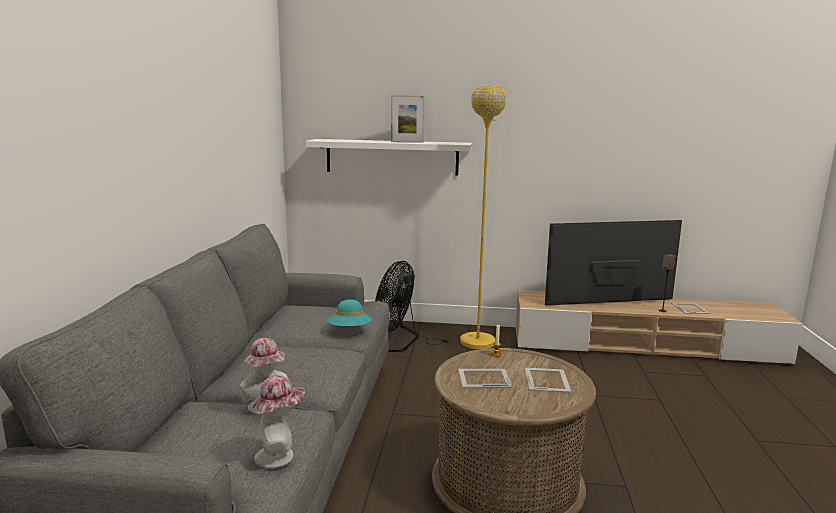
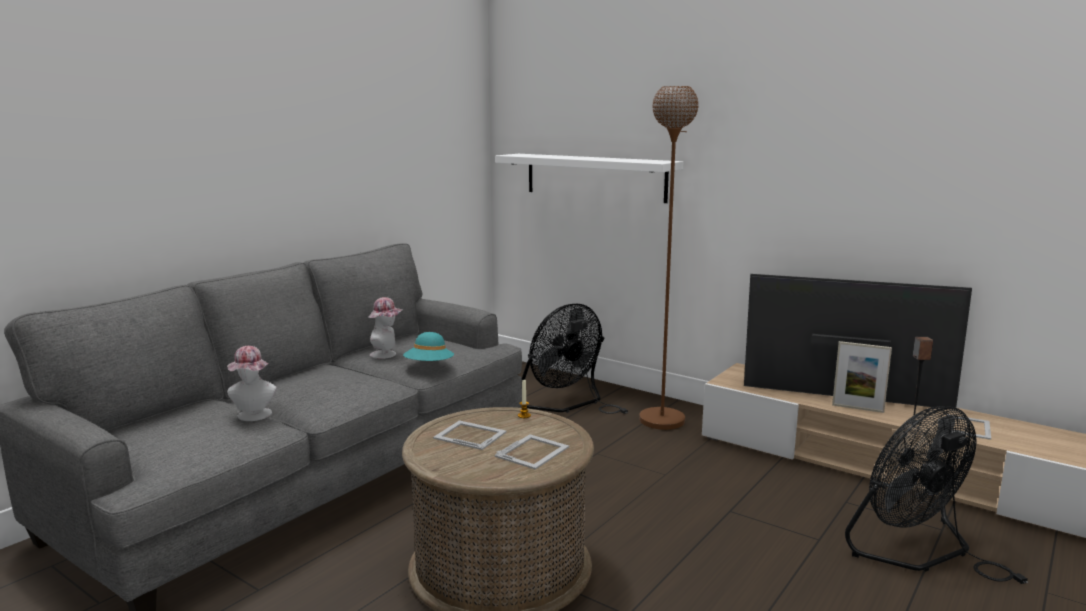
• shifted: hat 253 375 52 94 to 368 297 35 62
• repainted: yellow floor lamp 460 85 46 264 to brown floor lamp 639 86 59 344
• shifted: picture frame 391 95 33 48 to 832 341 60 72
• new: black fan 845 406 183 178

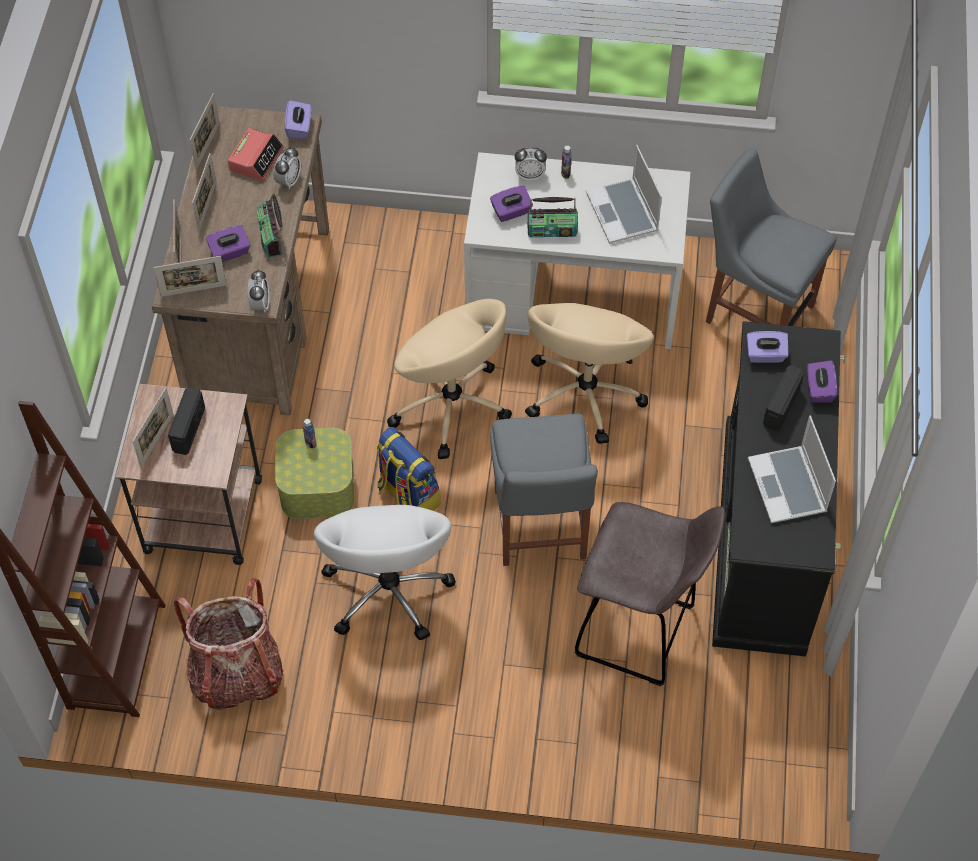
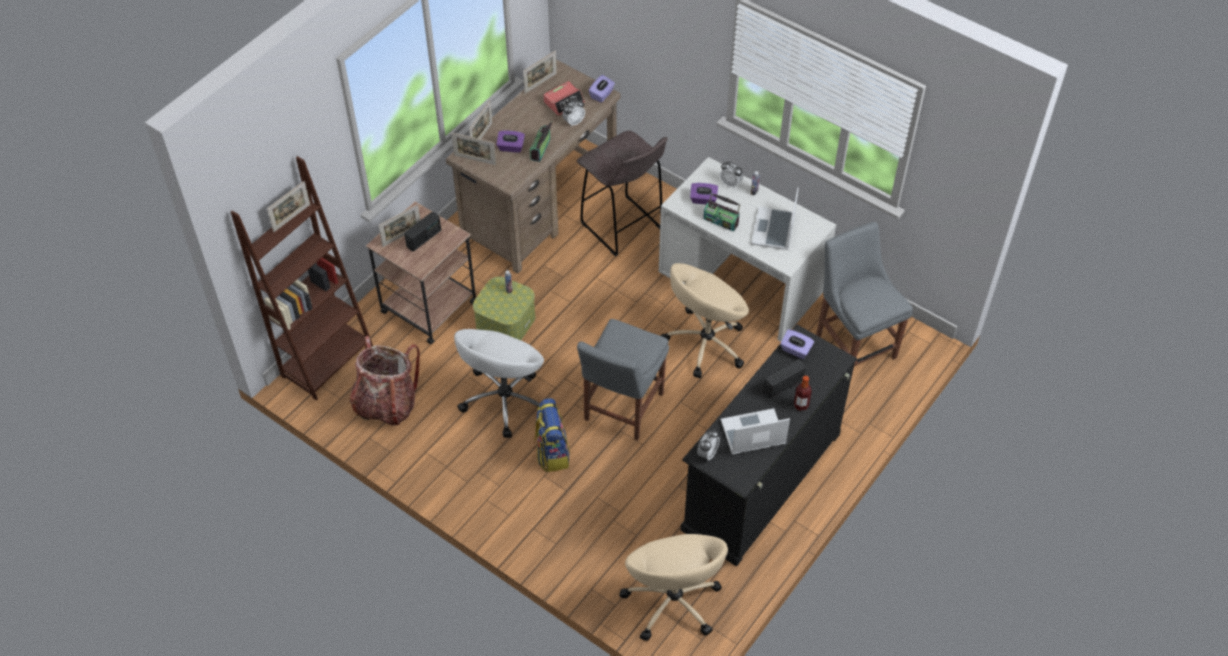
• shifted: picture frame 192 153 24 79 to 267 181 43 51
• shifted: backpack 377 427 63 84 to 534 398 36 74
• shifted: grey stool 575 502 151 184 to 577 131 91 126
• shifted: beige office chair 387 299 125 160 to 619 534 109 107
• shifted: alarm clock 248 269 21 43 to 697 429 23 31
• rotated: laptop 748 416 88 107 = 721 408 69 47 60 degrees clockwise
• new: bottle 794 376 18 35
• gone: purple tissue box 807 360 30 43

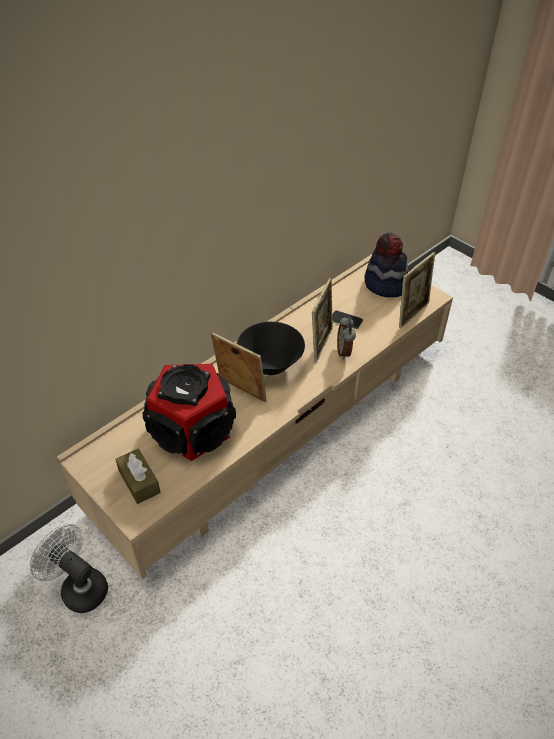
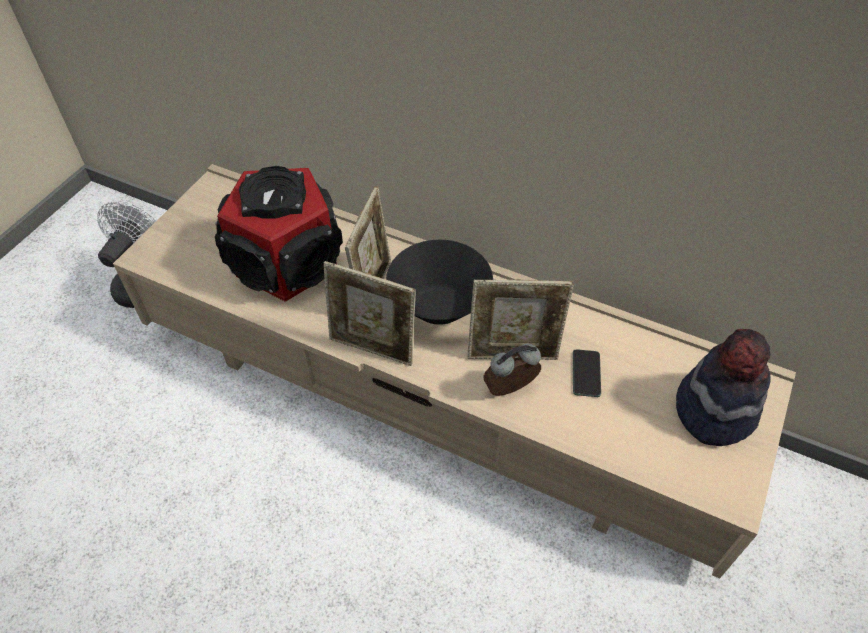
• shifted: picture frame 399 252 36 76 to 323 261 93 105
• gone: brown tissue box 115 449 46 55

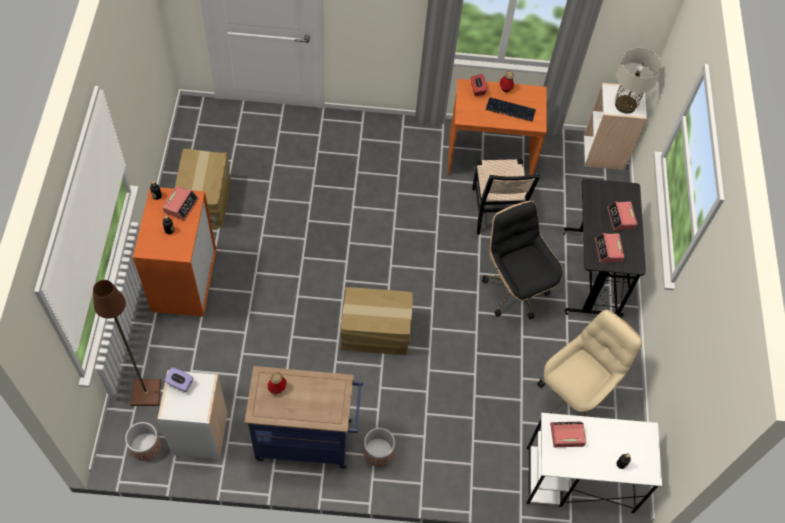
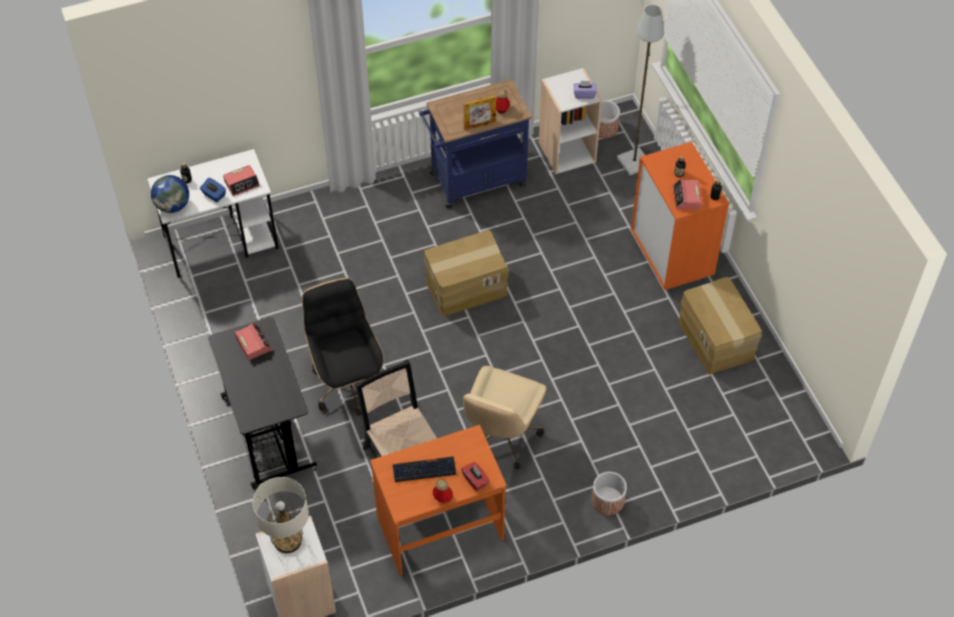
• new: globe 151 175 38 38
• new: blue tissue box 200 178 26 24
• rotated: black office chair 482 201 81 118 = 302 278 82 138 150 degrees counterclockwise
• shifted: beige office chair 537 310 105 107 to 463 366 83 104
• new: picture frame 464 95 32 35
• shifted: planter 363 428 32 38 to 592 472 35 43
• repainted: brown floor lamp 93 280 68 126 to grey floor lamp 617 5 47 170
• gone: alarm clock 607 201 30 30

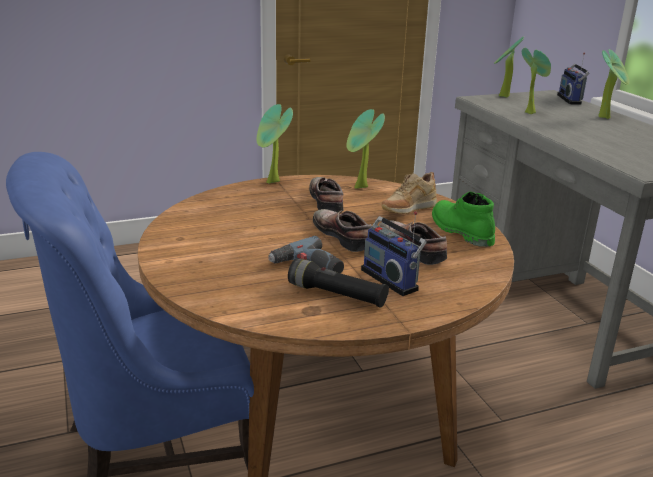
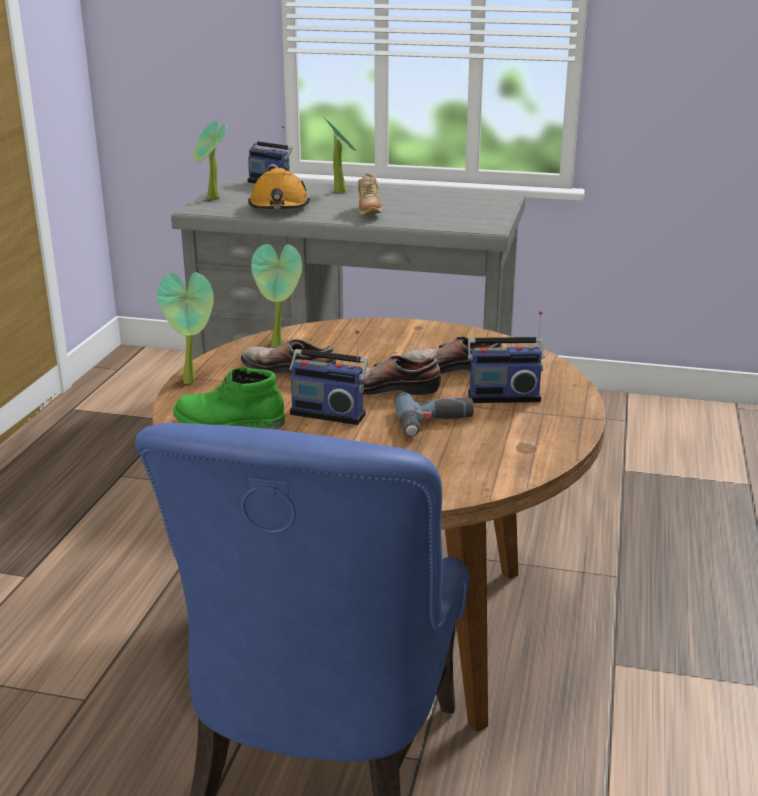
• shifted: green boot 432 192 63 55 to 173 367 112 62
• swapped: potted plant 522 48 29 66 to orange hard hat 248 168 62 41
• new: radio 289 330 79 95
• shifted: beige shoe 382 172 55 42 to 358 173 24 43
• gone: black flashlight 288 259 101 49

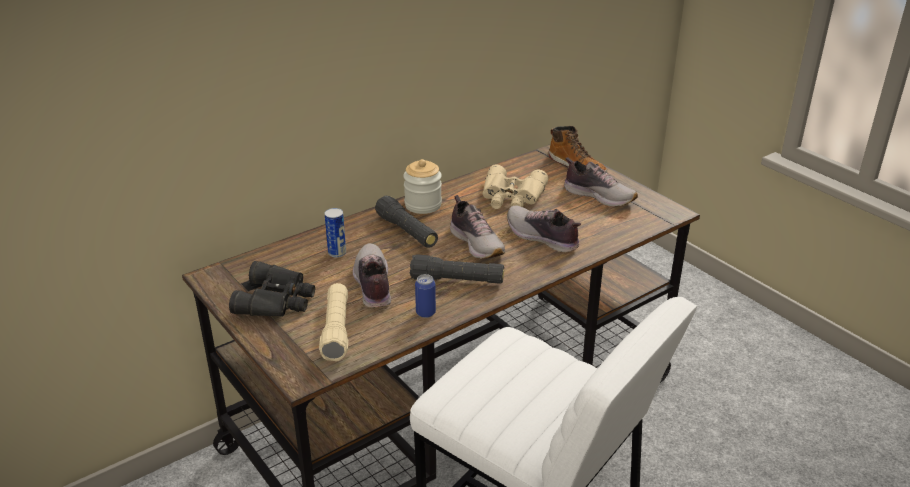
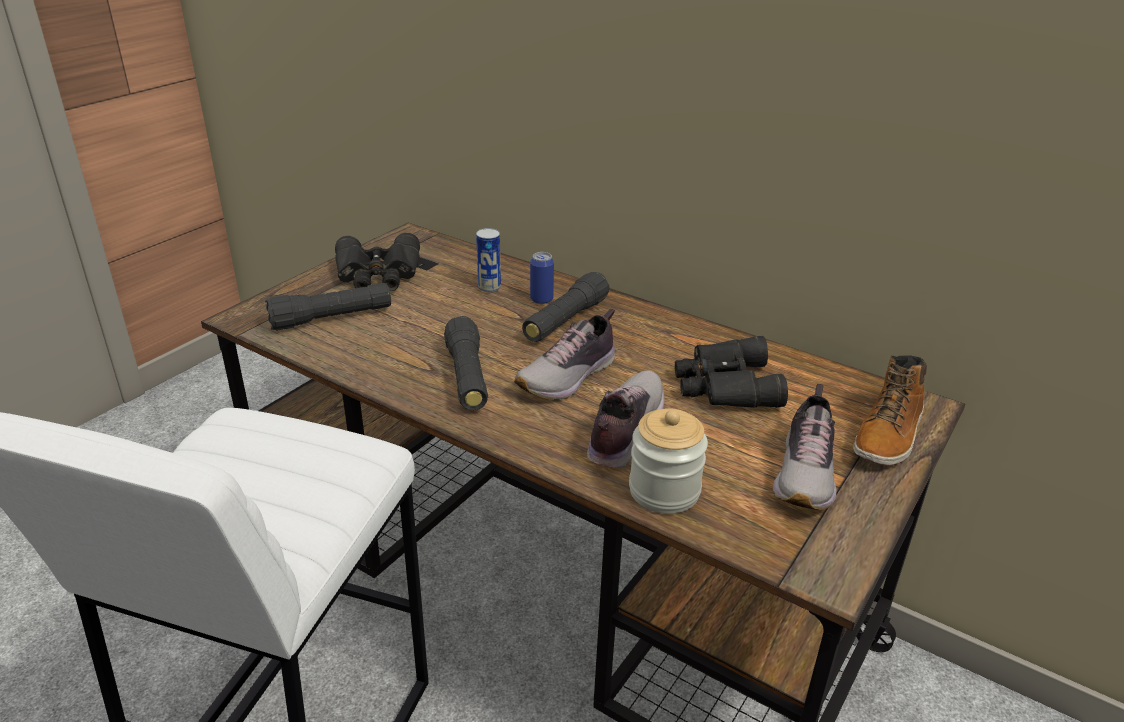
• repainted: beige flashlight 319 283 29 78 to black flashlight 265 283 126 47
• shifted: can 415 274 21 44 to 530 252 24 52
• shifted: jar 403 159 39 55 to 629 408 79 106
• repainted: beige binoculars 483 165 65 44 to black binoculars 675 336 113 72
• gone: shoe 353 243 38 65

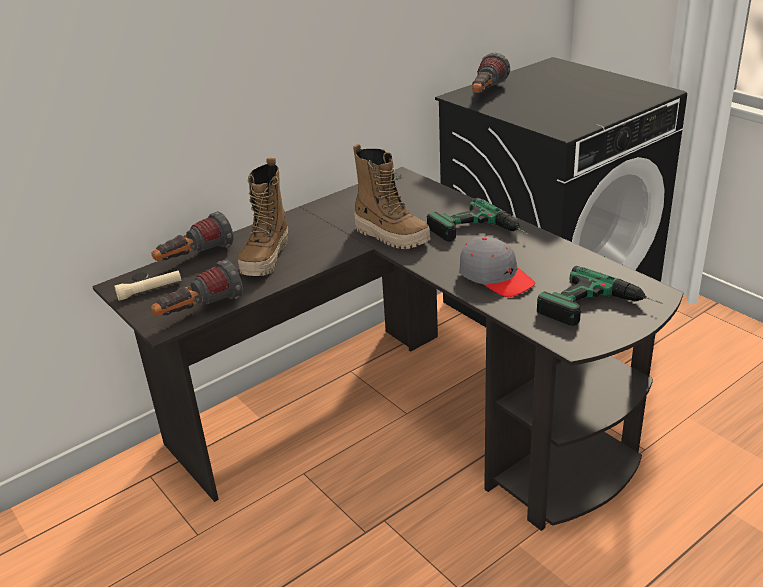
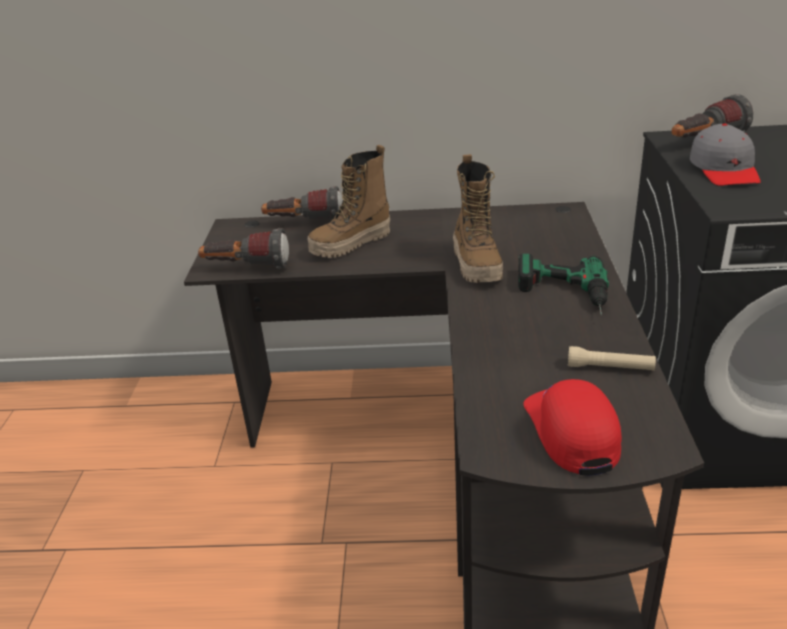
• swapped: power drill 537 266 126 60 to red cap 523 379 99 96
• shifted: beige flashlight 114 270 67 31 to 568 346 88 25
• shifted: grey cap 460 236 75 61 to 690 124 71 62

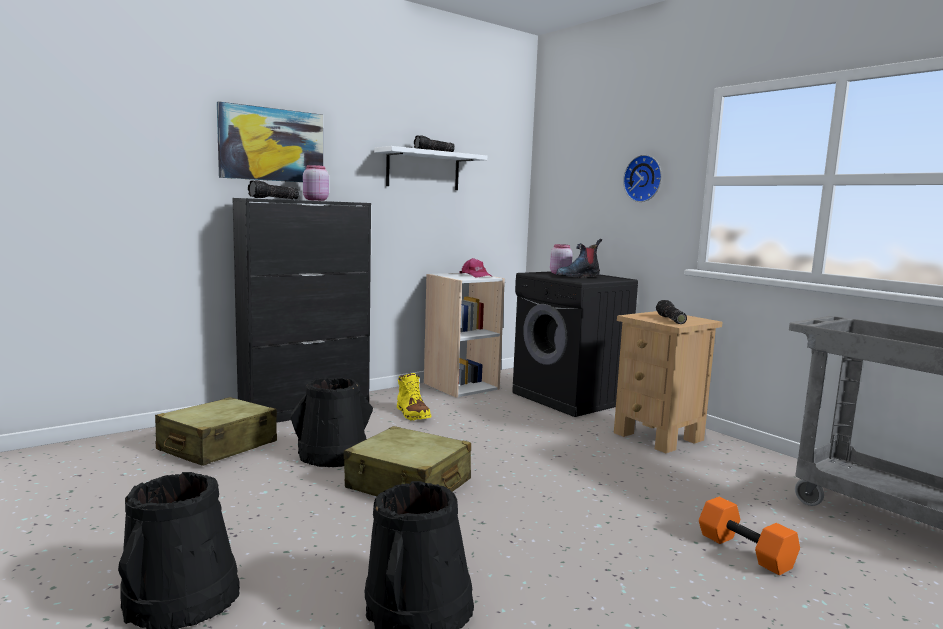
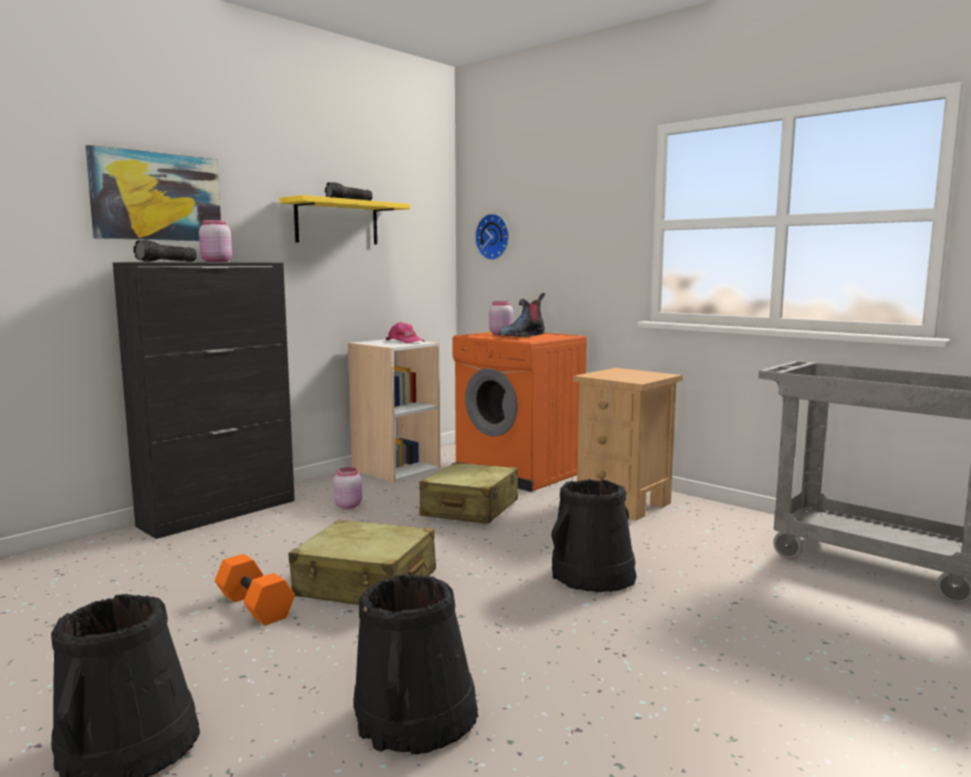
• shifted: orange dumbbell 699 497 101 78 to 215 554 80 71
• repainted: white shelf 374 146 113 44 to yellow shelf 279 195 131 50
• swapped: yellow boot 397 373 34 47 to pink jar 333 467 29 42
• shifted: beige suitcase 155 397 122 69 to 419 462 99 62
• repainted: black washing machine 512 271 126 146 to orange washing machine 452 332 135 160
• shifted: wall clock 623 155 39 47 to 475 214 34 46
• shifted: black bucket 291 377 82 90 to 551 479 86 113
• gone: flashlight 656 300 31 24

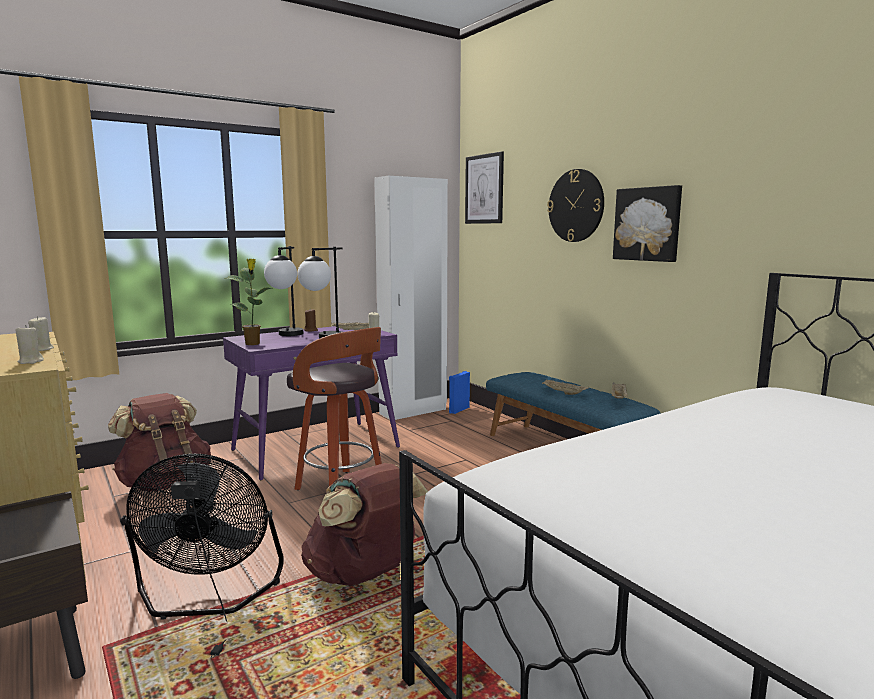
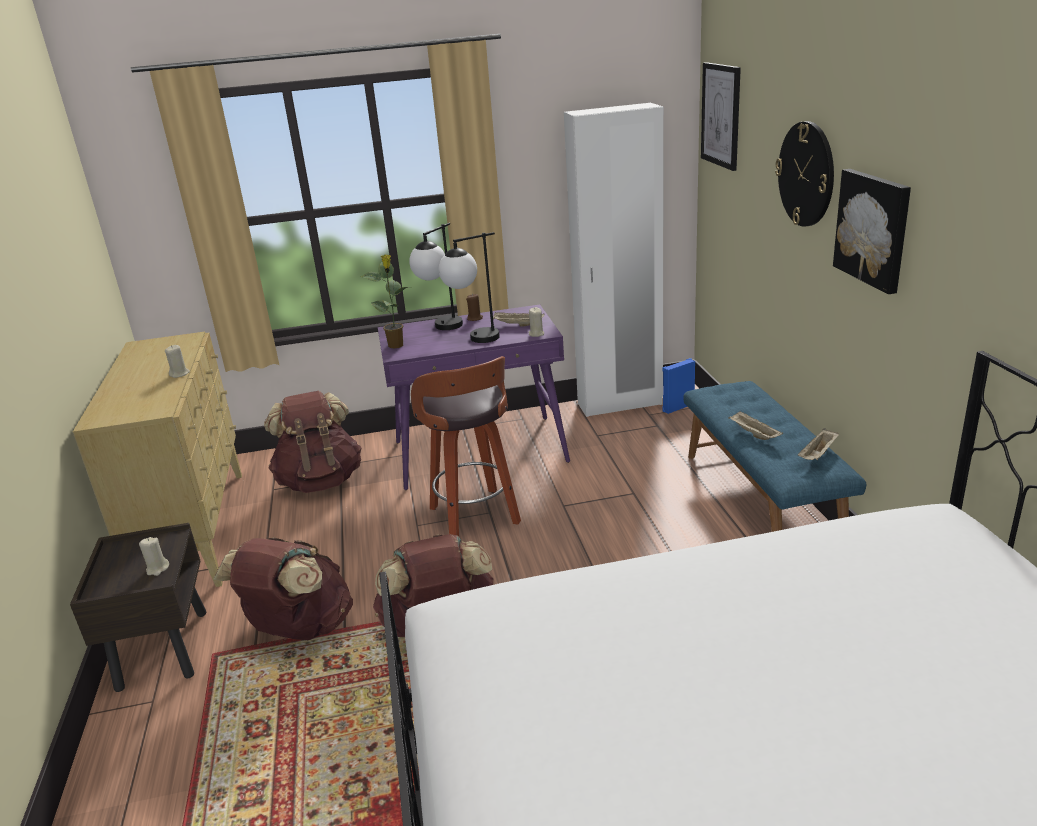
• shifted: beige candle 16 325 28 39 to 139 537 30 39
• swapped: black fan 120 454 164 204 to brown backpack 213 537 140 103

